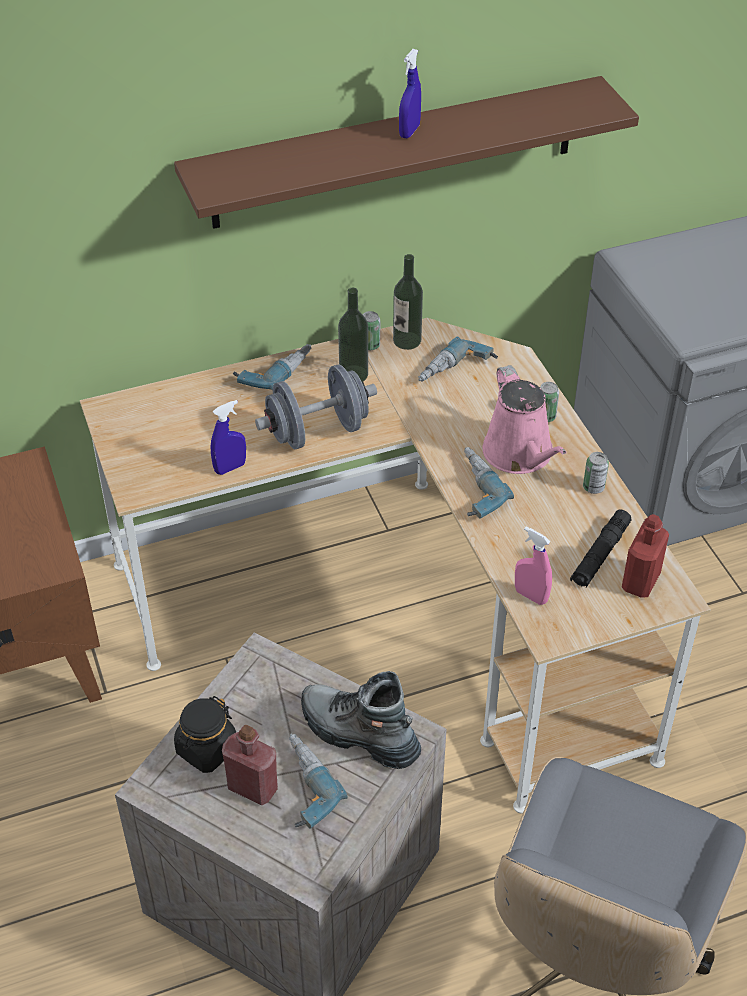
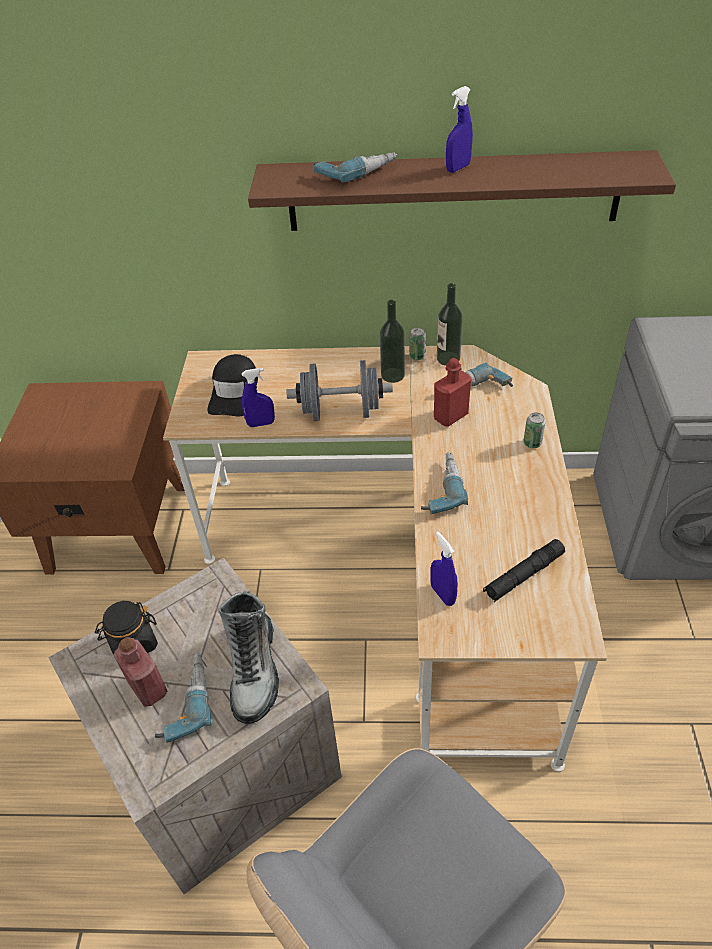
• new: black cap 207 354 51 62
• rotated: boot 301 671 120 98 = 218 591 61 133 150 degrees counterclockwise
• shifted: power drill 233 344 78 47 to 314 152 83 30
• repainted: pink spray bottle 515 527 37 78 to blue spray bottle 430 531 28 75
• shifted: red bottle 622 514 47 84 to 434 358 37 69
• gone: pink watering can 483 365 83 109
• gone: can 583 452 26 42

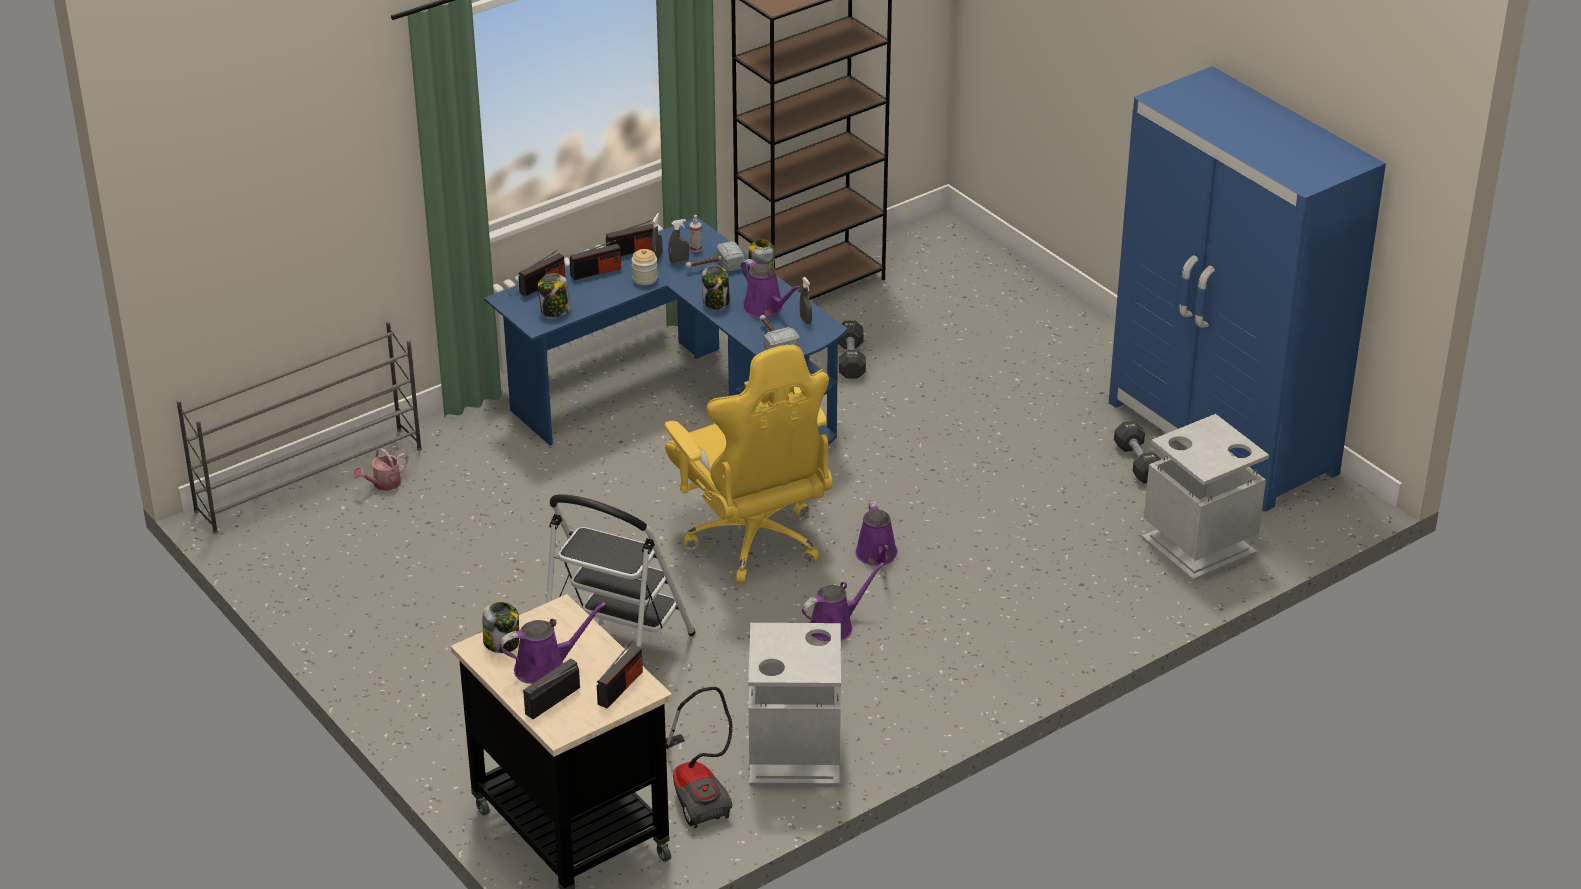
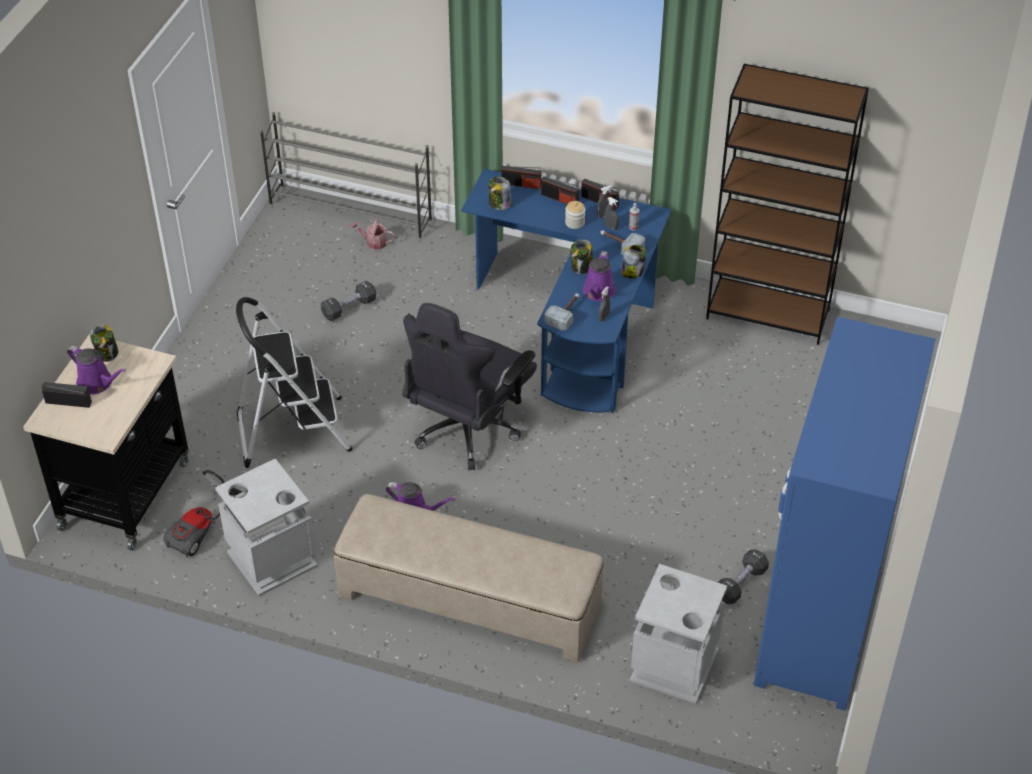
• shifted: black dumbbell 838 321 28 58 to 321 281 55 40
• new: beige bench 334 494 270 168
• repainted: yellow office chair 664 345 169 239 to black office chair 402 303 135 167
• gone: radio 597 641 46 68
• gone: purple watering can 855 502 43 64

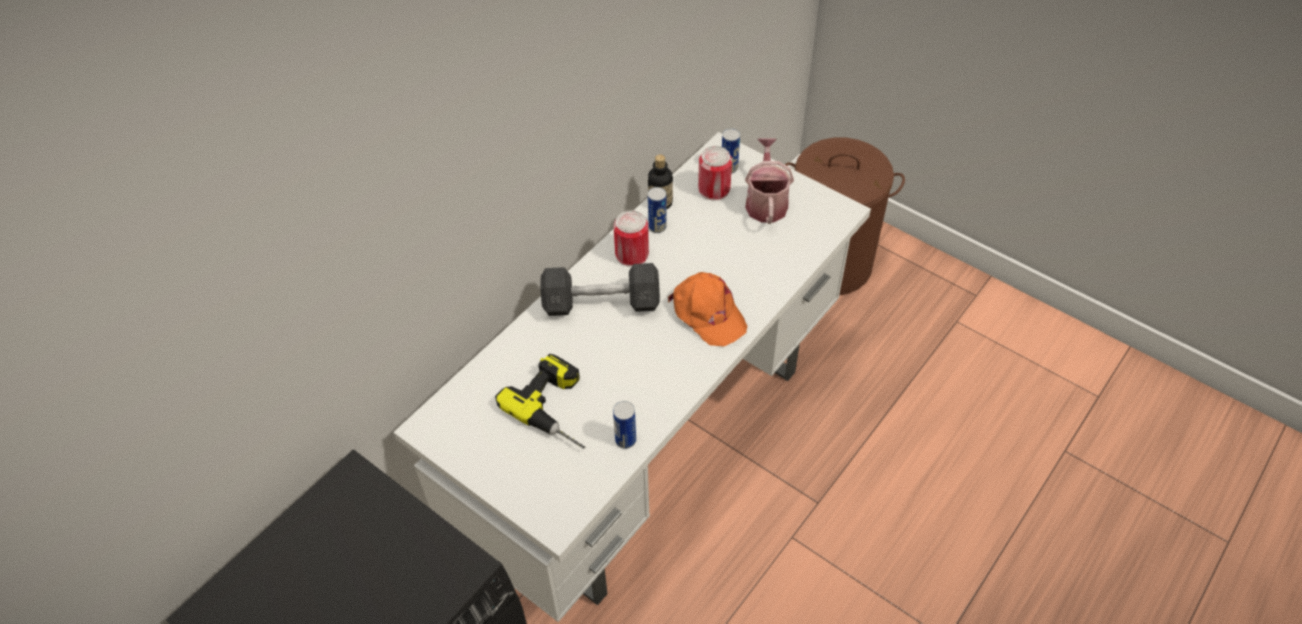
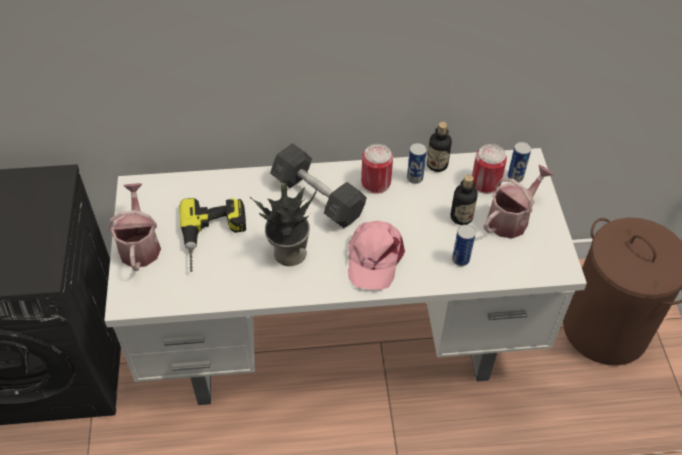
• new: watering can 108 183 53 88
• new: potted plant 249 180 68 86
• repainted: orange cap 668 272 79 74 to pink cap 348 221 57 69
• new: bottle 451 175 27 50
• shifted: can 613 401 23 48 to 452 224 24 42

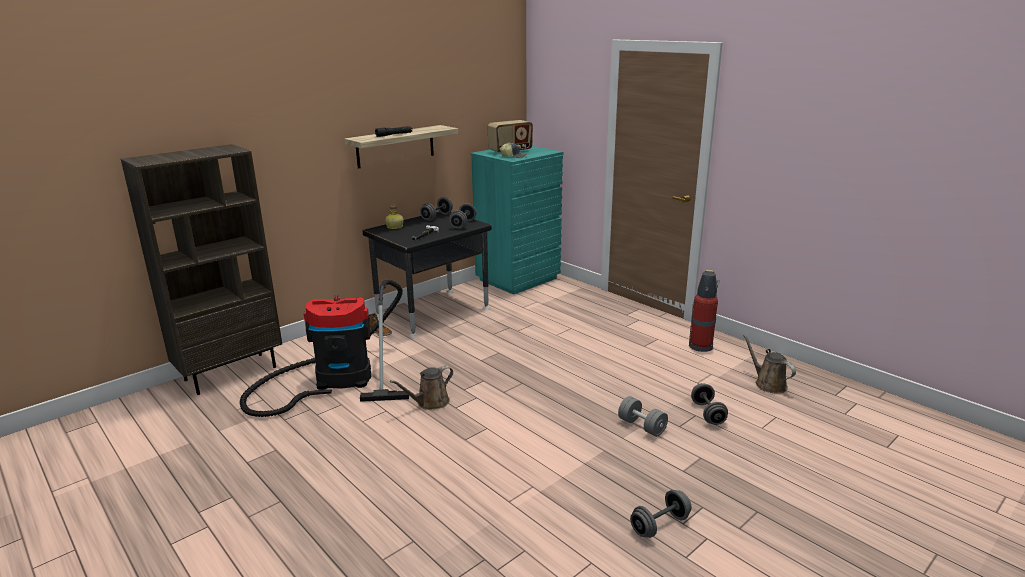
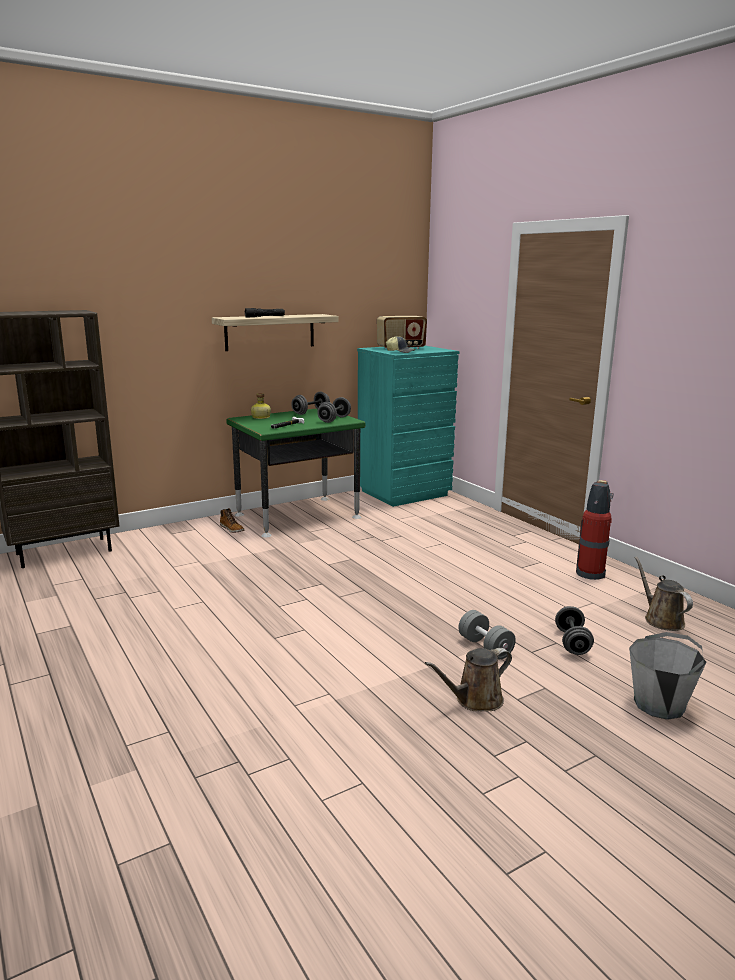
• repainted: black desk 363 211 129 127 to green desk 226 409 139 128
• shifted: brown watering can 390 366 63 44 to 425 648 87 63
• new: grey bucket 629 632 77 88
• gone: vacuum cleaner 240 280 169 137
• gone: grey dumbbell 630 490 61 48

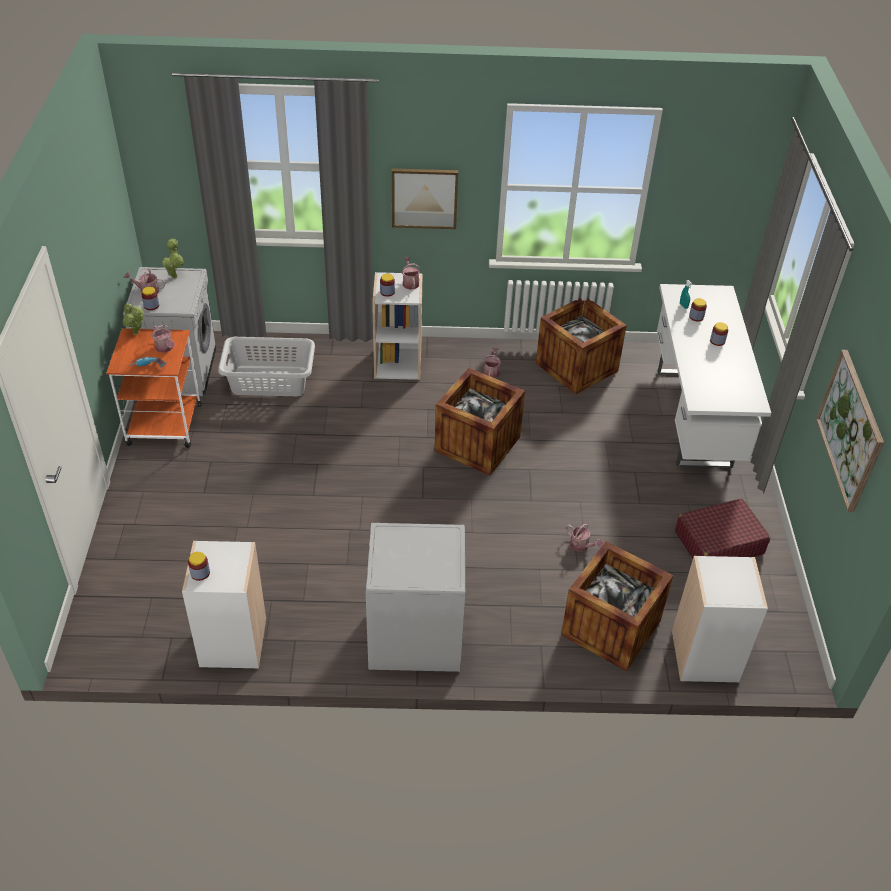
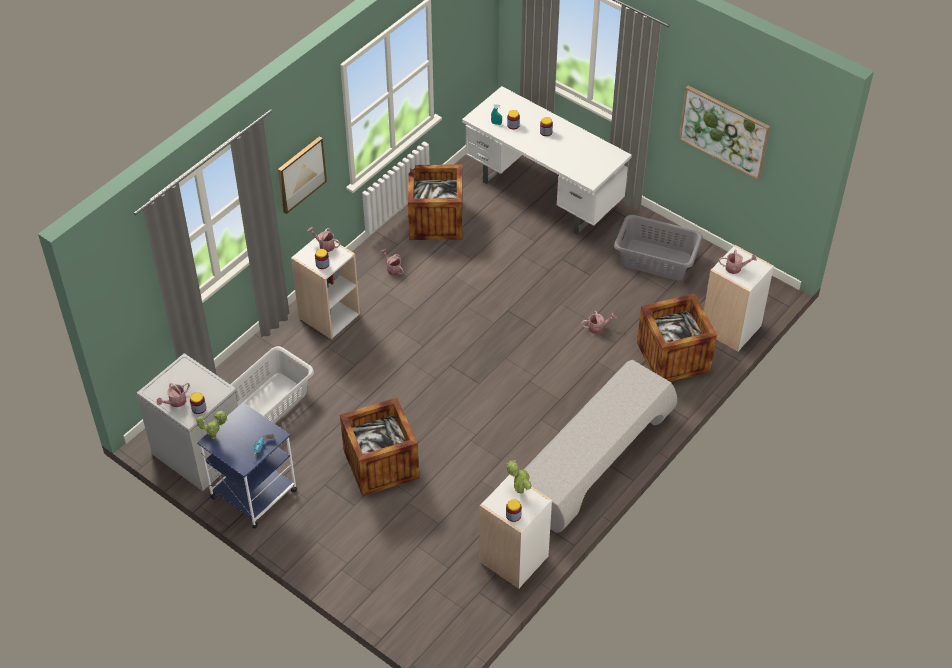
• repainted: orange cart 107 328 95 120 to blue cart 197 402 100 127
• shifted: crate 434 368 91 107 to 340 398 79 98
• shifted: potted plant 162 239 22 40 to 507 461 25 33
• swapped: white washing machine 366 523 99 149 to grey bench 524 360 153 173
• swapped: red suitcase 675 498 95 61 to grey laundry basket 614 215 89 65
• shifted: watering can 152 325 23 28 to 719 250 38 24

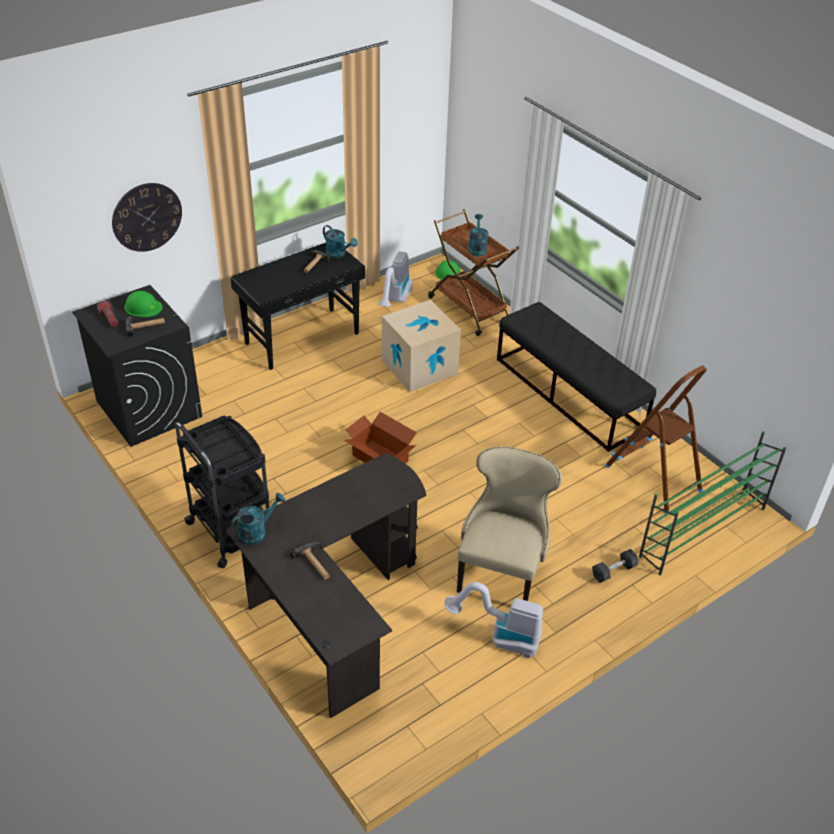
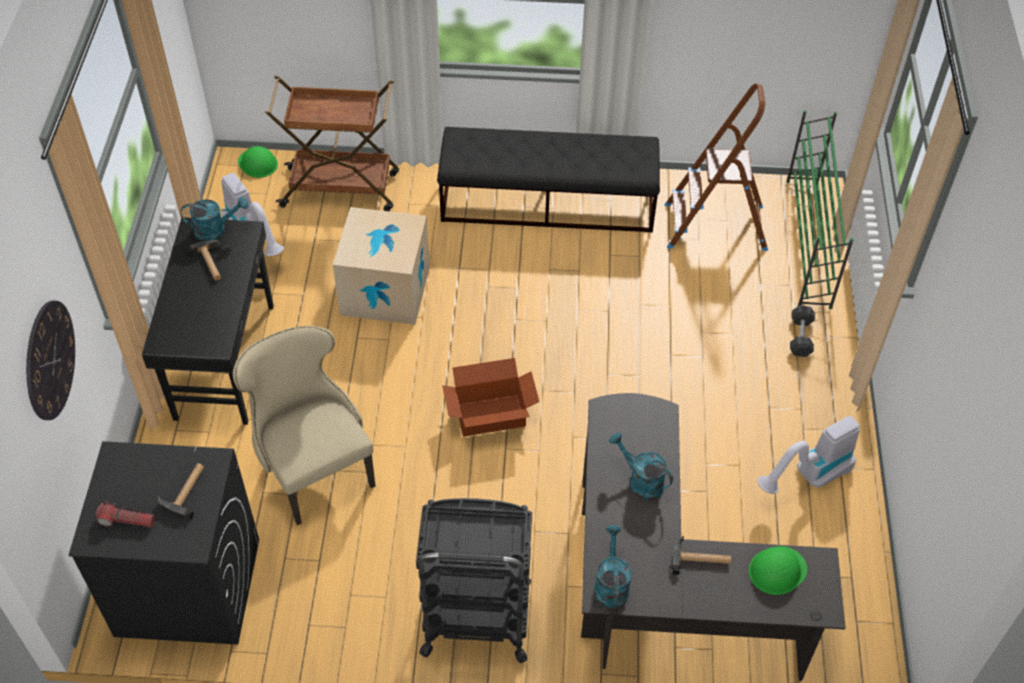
• shifted: beige chair 457 446 105 155 to 233 326 142 199
• shifted: turquoise watering can 468 214 20 42 to 609 432 64 68
• shifted: green hard hat 124 291 38 26 to 749 546 58 49

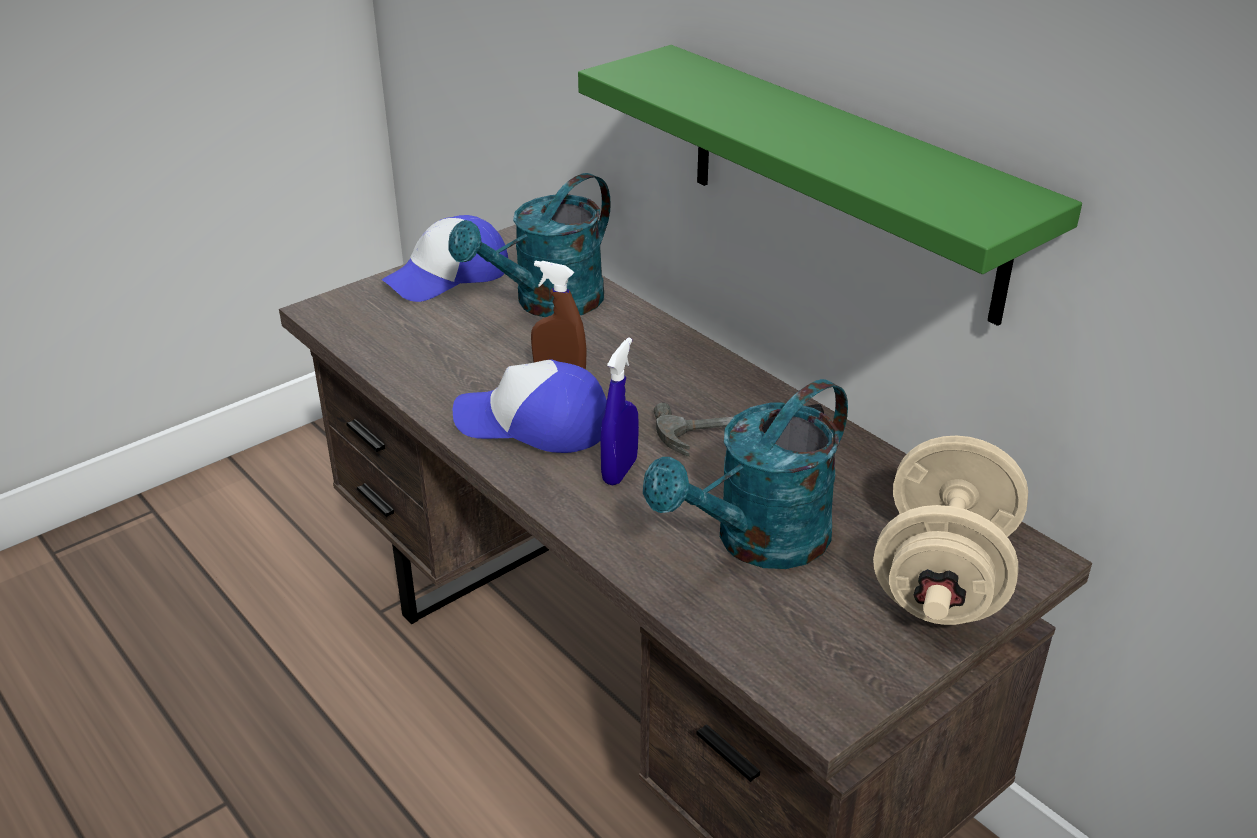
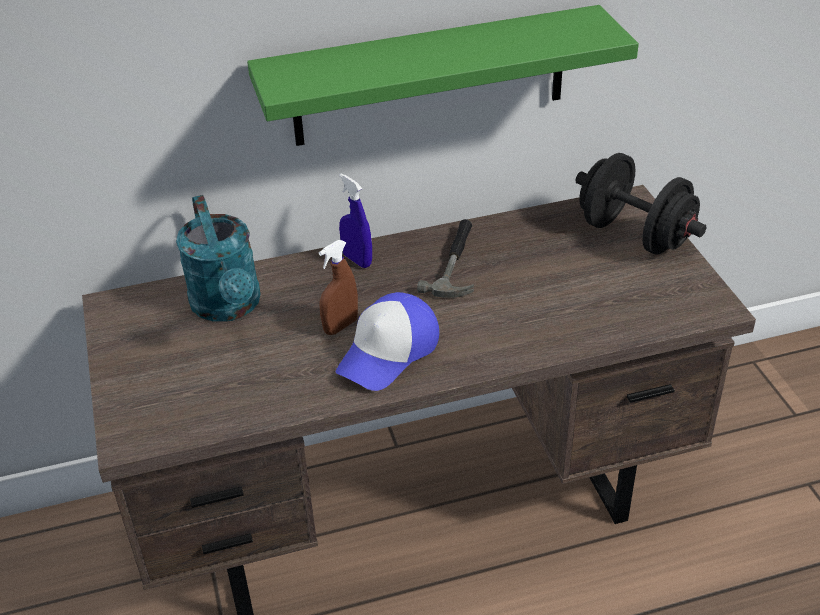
• shifted: blue spray bottle 600 337 39 148 to 339 173 33 95
• repainted: beige dumbbell 873 436 155 189 to black dumbbell 576 153 130 102
• gone: cap 382 215 126 87
• gone: turquoise watering can 643 379 205 190

